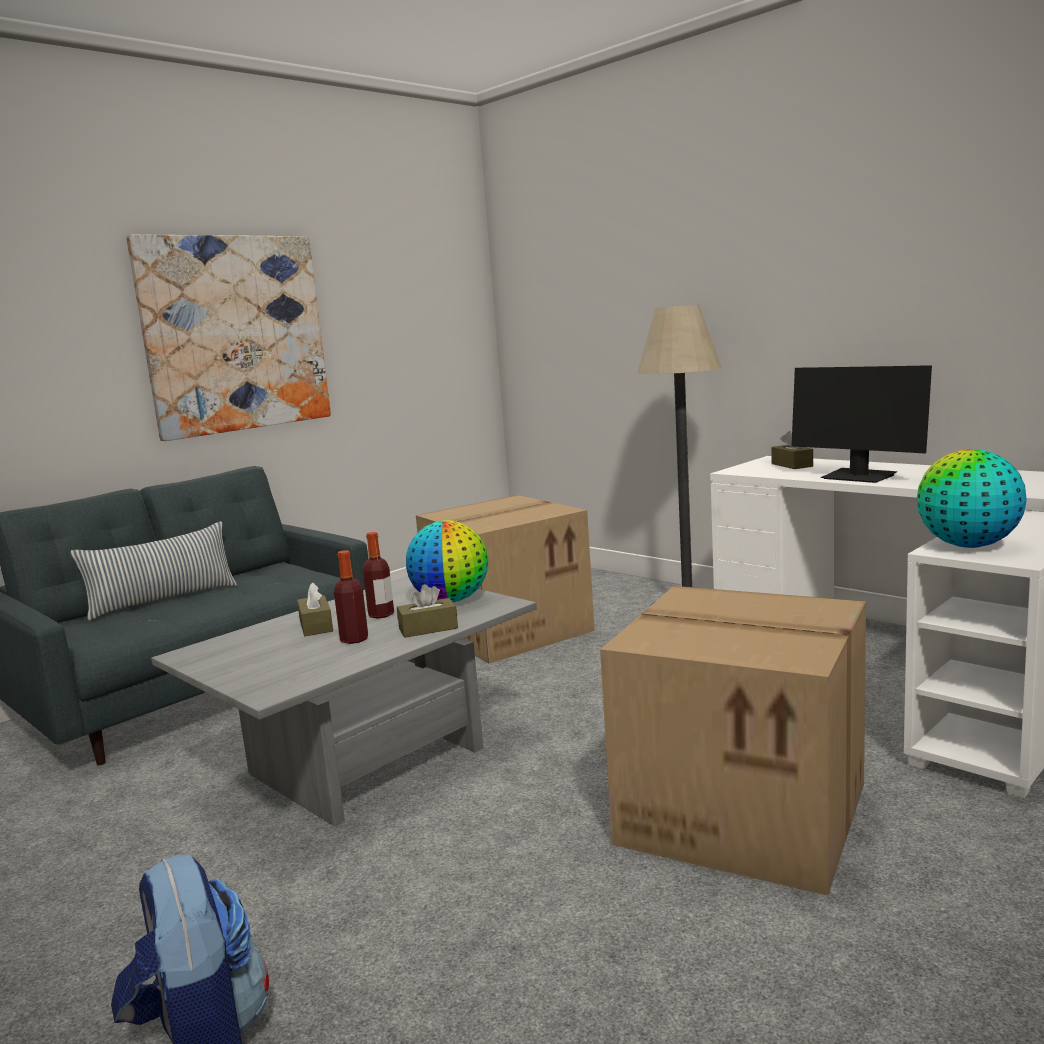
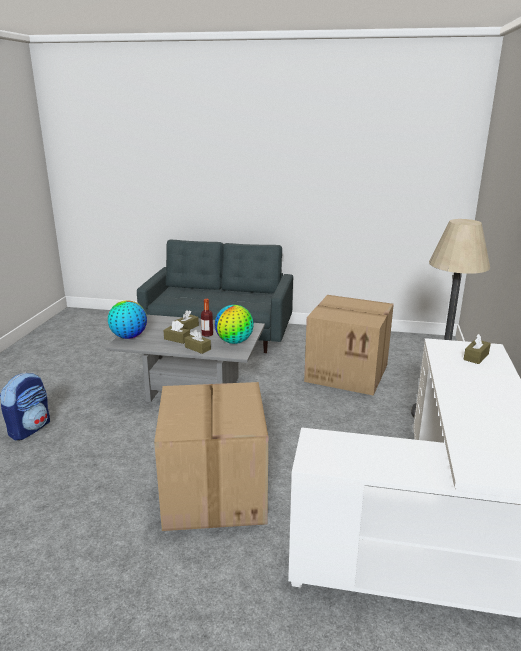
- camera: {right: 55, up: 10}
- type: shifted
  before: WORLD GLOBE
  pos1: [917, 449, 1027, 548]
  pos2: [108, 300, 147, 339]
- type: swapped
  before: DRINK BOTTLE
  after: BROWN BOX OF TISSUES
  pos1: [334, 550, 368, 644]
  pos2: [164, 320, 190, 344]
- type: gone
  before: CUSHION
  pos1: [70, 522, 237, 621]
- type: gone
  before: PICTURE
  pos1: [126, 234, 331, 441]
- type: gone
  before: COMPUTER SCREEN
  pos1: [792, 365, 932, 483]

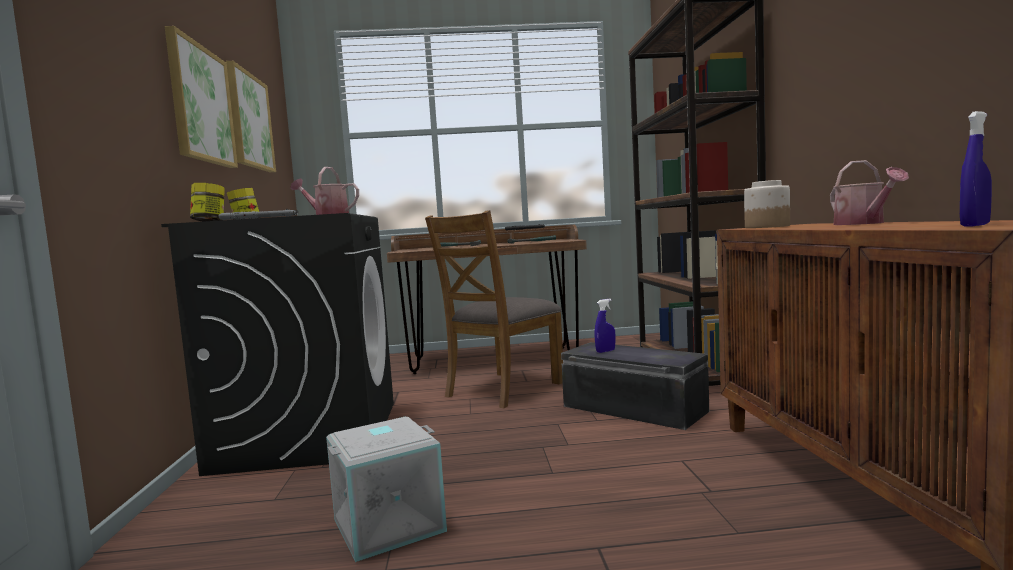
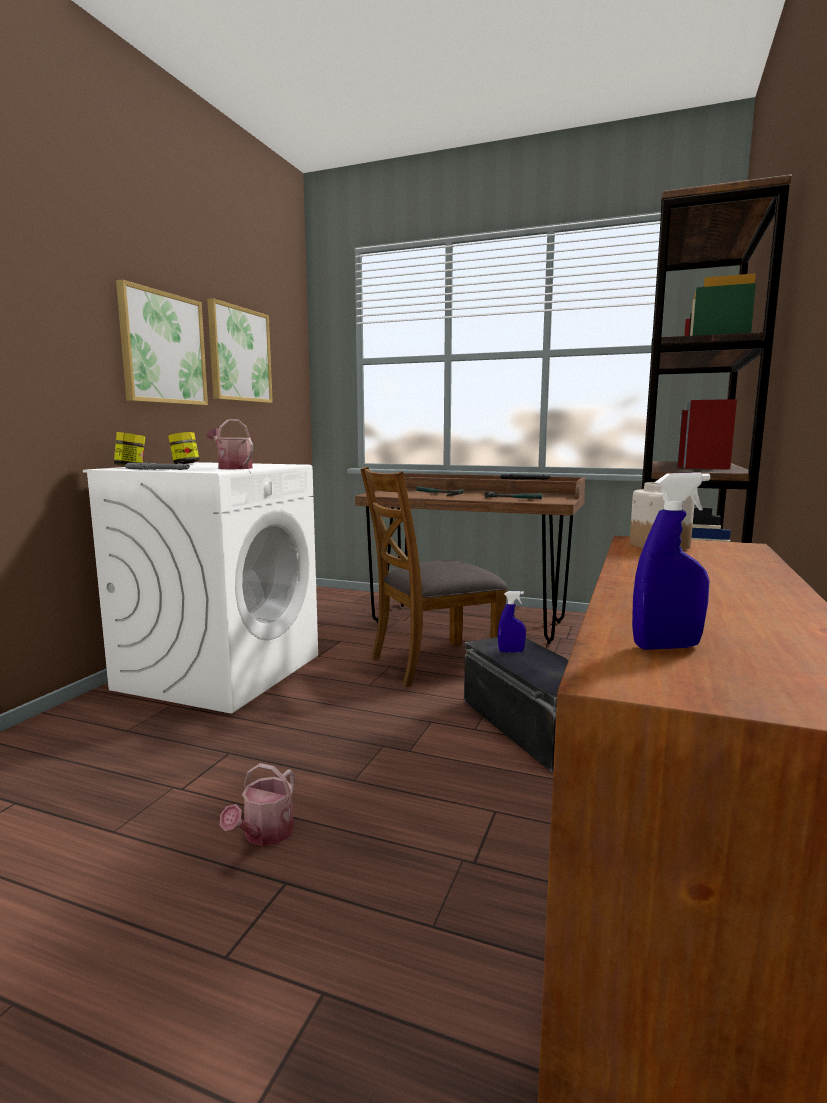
- camera: {right: 25, up: 5}
- type: repainted
  before: BLACKISH LAUNDRY APPLIANCE
  after: WHITE LAUNDRY APPLIANCE
  pos1: [161, 213, 394, 476]
  pos2: [83, 462, 318, 713]
- type: shifted
  before: SPRINKLING CAN
  pos1: [830, 160, 909, 225]
  pos2: [220, 763, 295, 846]
- type: gone
  before: GREY STORAGE CONTAINER
  pos1: [326, 416, 447, 562]

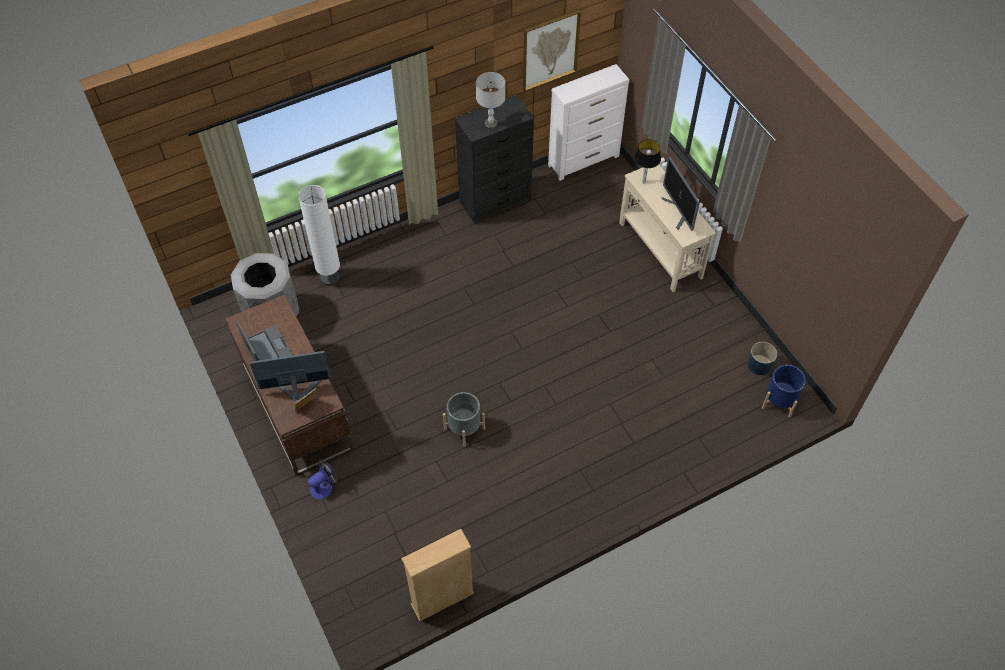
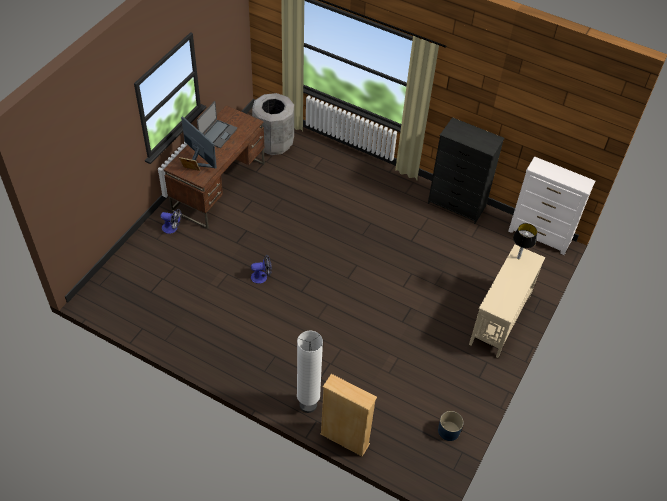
- camera: {right: 55, up: -5}
- type: swapped
  before: GREY PLANT POT
  after: COOLING FAN
  pos1: [443, 392, 485, 447]
  pos2: [251, 255, 272, 284]
- type: shifted
  before: WHITE STANDING LAMP
  pos1: [298, 185, 340, 286]
  pos2: [297, 331, 323, 413]
- type: shifted
  before: BEIGE SHELVING UNIT
  pos1: [401, 529, 474, 622]
  pos2: [320, 374, 377, 457]
- type: gone
  before: GREY TABLETOP LAMP
  pos1: [476, 72, 505, 129]
- type: gone
  before: PICTURE
  pos1: [523, 10, 581, 91]
- type: gone
  before: COMPUTER SCREEN
  pos1: [662, 157, 700, 231]
- type: gone
  before: BLUISH PLANT POT
  pos1: [762, 365, 806, 418]

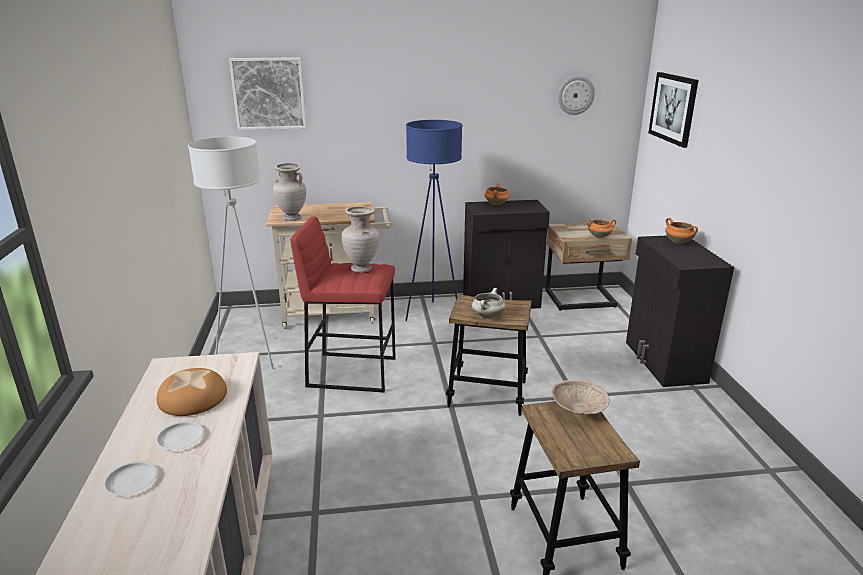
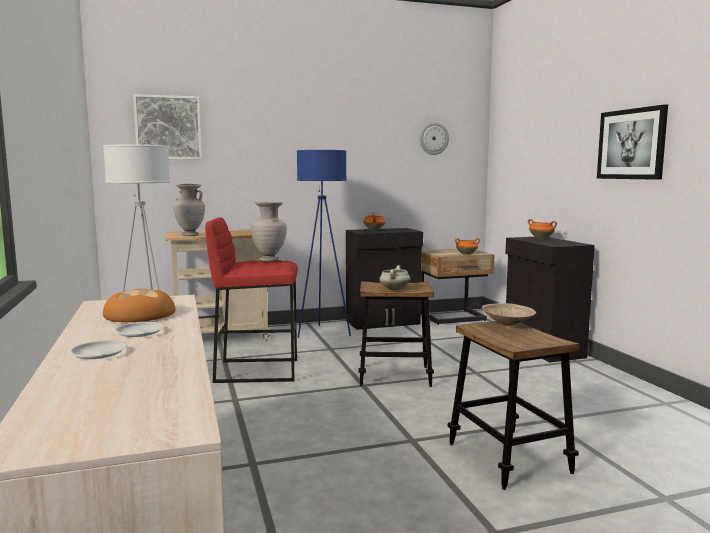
- camera: {right: -10, up: -15}
- type: shifted
  before: PICTURE
  pos1: [648, 72, 699, 148]
  pos2: [597, 104, 668, 180]

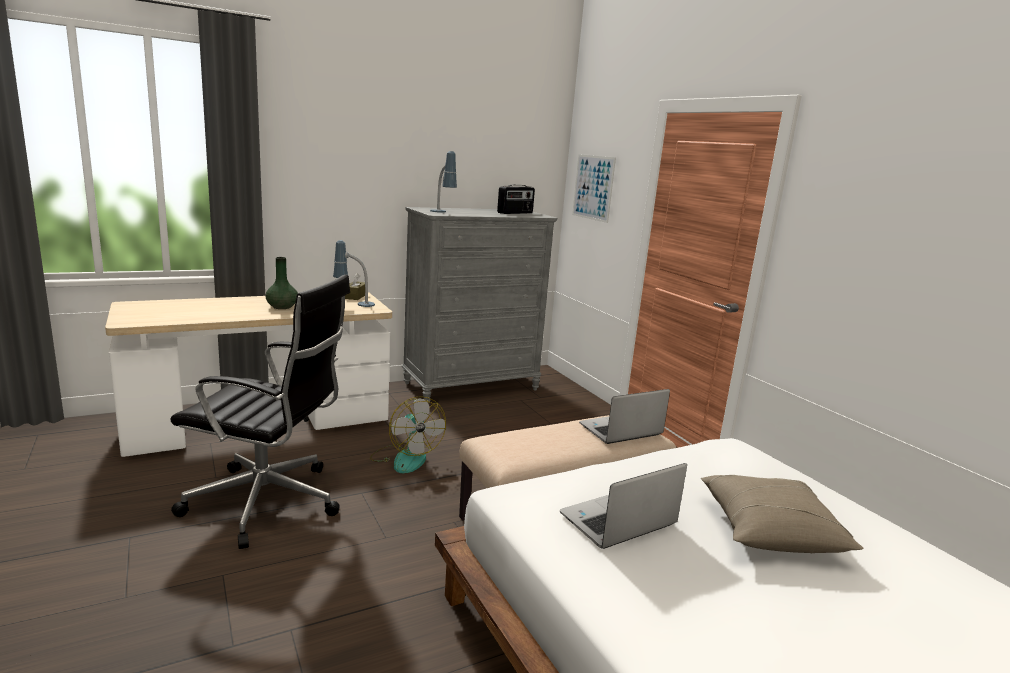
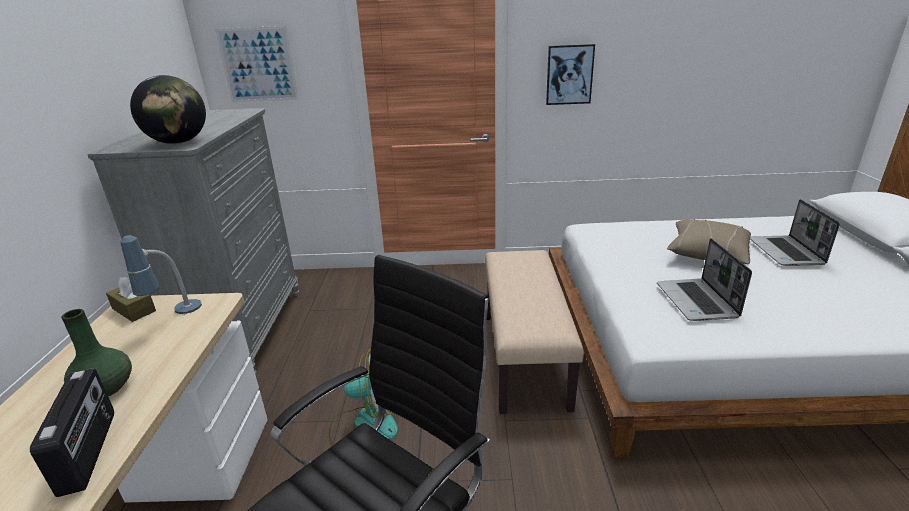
- camera: {right: -60, up: 10}
- type: shifted
  before: RADIO RECEIVER
  pos1: [497, 185, 535, 214]
  pos2: [30, 368, 114, 497]
- type: swapped
  before: TABLETOP LAMP
  after: WORLD GLOBE
  pos1: [430, 151, 457, 213]
  pos2: [130, 75, 206, 144]
- type: new
  after: PICTURE
  pos2: [546, 44, 595, 105]
- type: shifted
  before: NOTEBOOK COMPUTER
  pos1: [579, 389, 670, 444]
  pos2: [750, 199, 840, 266]

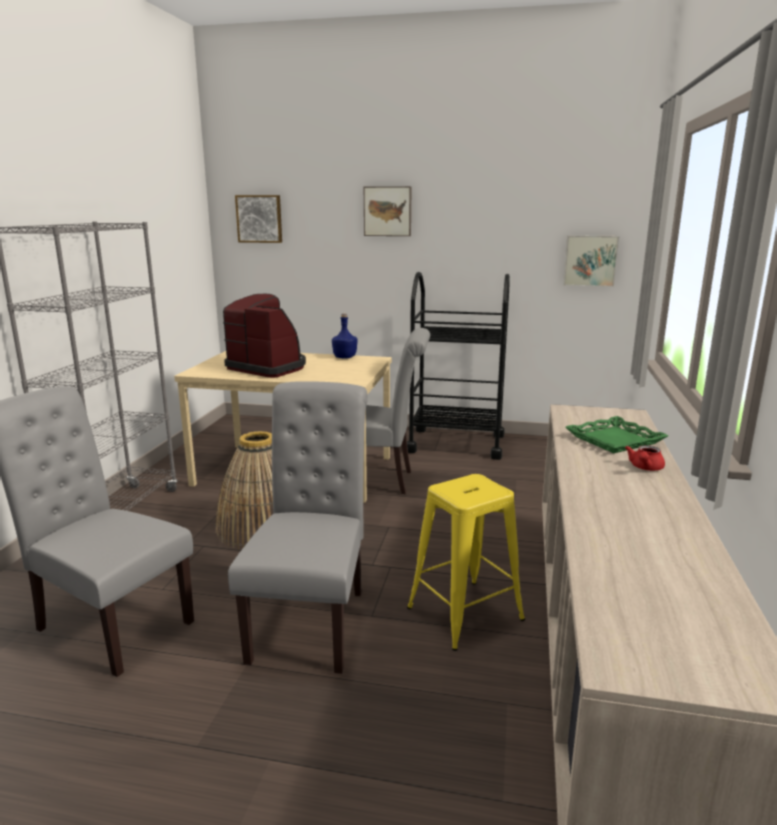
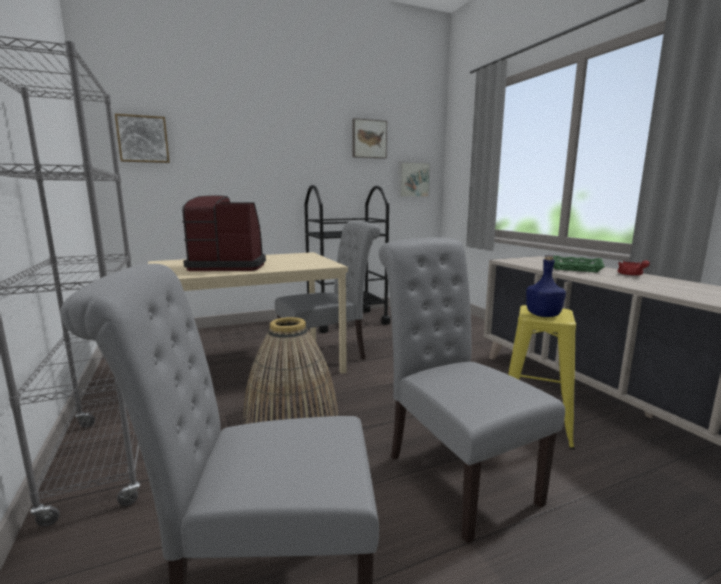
- camera: {right: -35, up: -5}
- type: shifted
  before: PICTURE
  pos1: [364, 186, 412, 236]
  pos2: [352, 118, 387, 159]
- type: shifted
  before: BLUISH DRINK BOTTLE
  pos1: [332, 313, 358, 359]
  pos2: [526, 255, 566, 317]

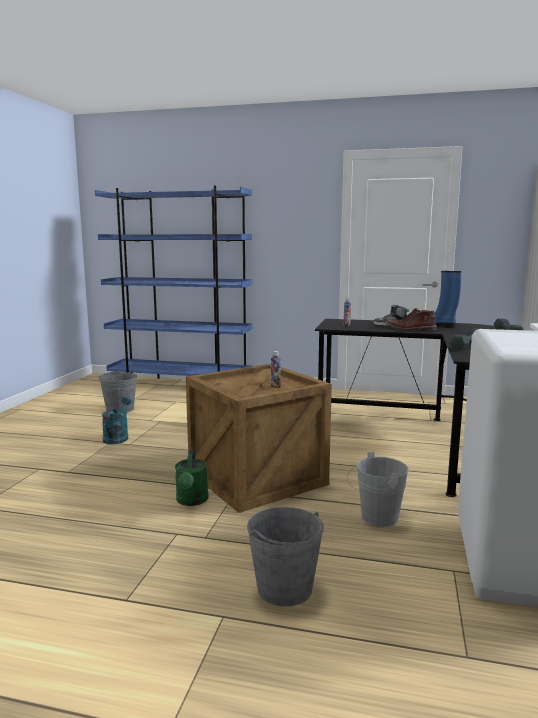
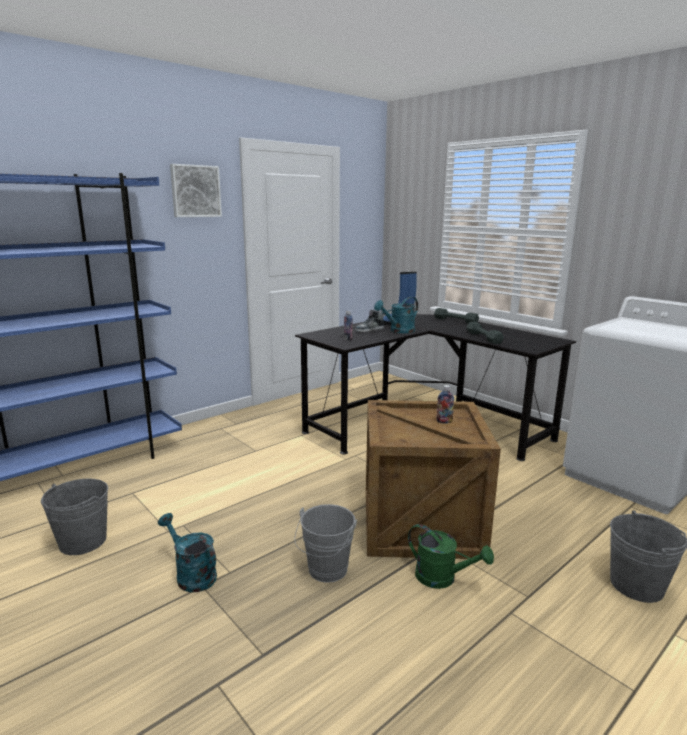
- camera: {right: -55, up: 5}
- type: new
  after: PICTURE
  pos2: [170, 164, 222, 217]
- type: shifted
  before: GREY BUCKET
  pos1: [347, 452, 409, 527]
  pos2: [294, 504, 357, 583]
- type: swapped
  before: BROWN BOOT
  after: TURQUOISE SPRINKLING CAN
  pos1: [385, 308, 437, 331]
  pos2: [374, 297, 418, 333]

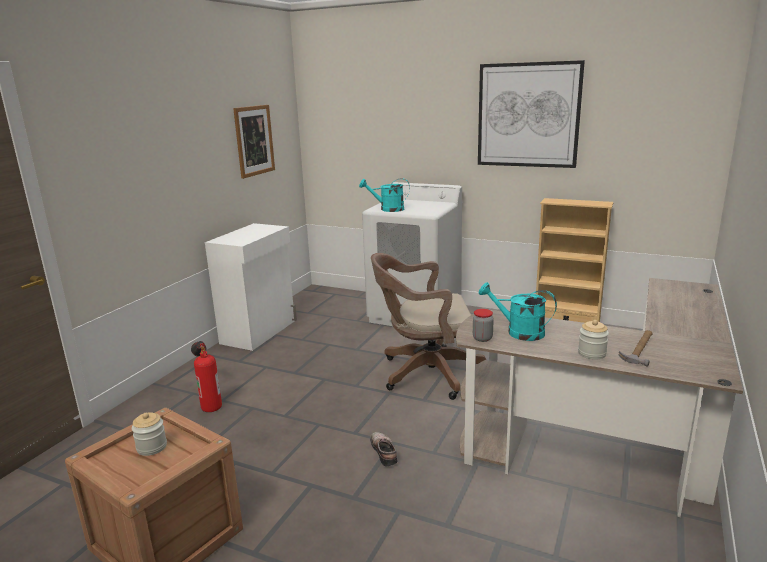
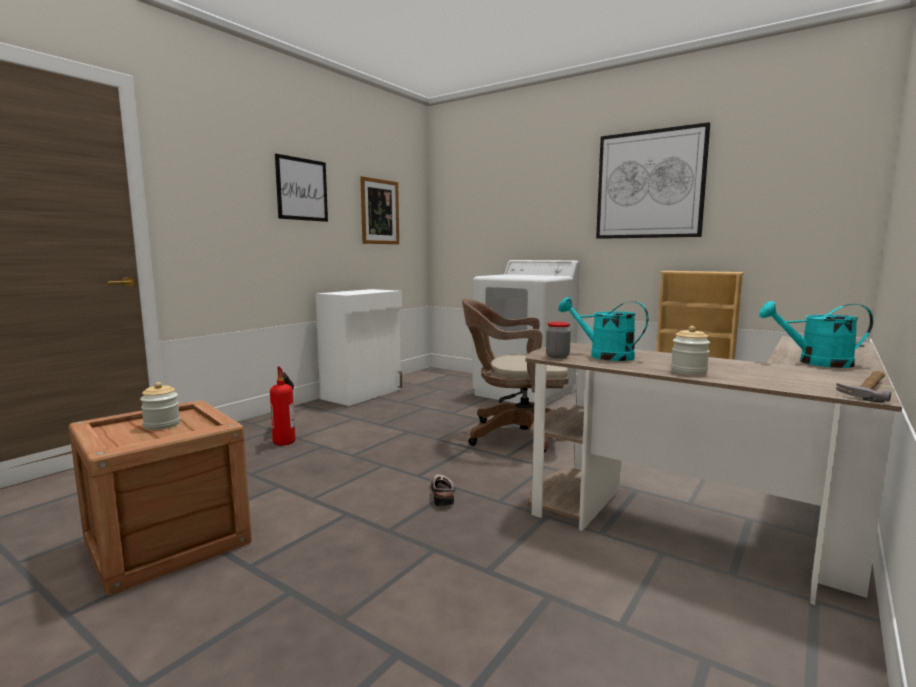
- camera: {right: 10, up: -10}
- type: new
  after: PICTURE
  pos2: [275, 154, 328, 222]
- type: shifted
  before: TURQUOISE SPRINKLING CAN
  pos1: [359, 178, 410, 212]
  pos2: [759, 301, 873, 368]
- type: shifted
  before: HAMMER
  pos1: [619, 330, 653, 366]
  pos2: [836, 371, 891, 402]

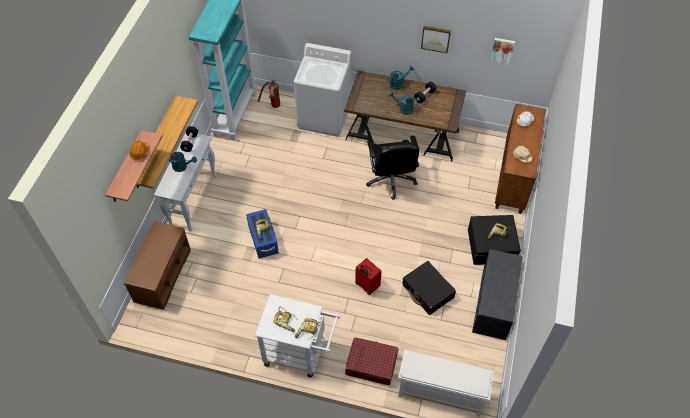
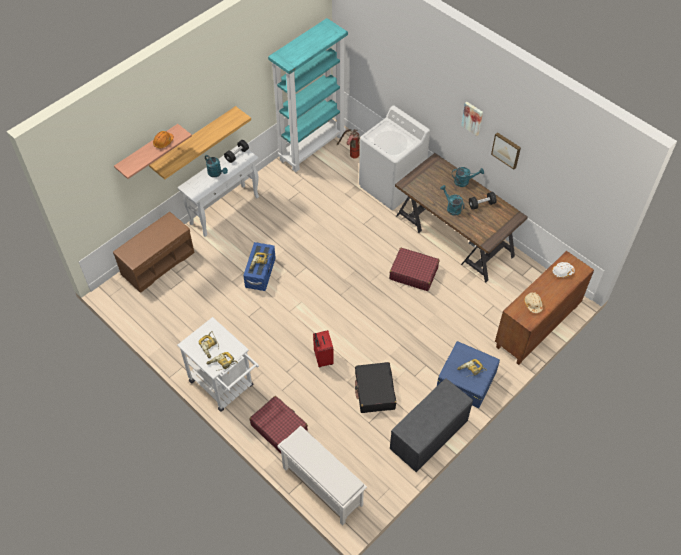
- camera: {right: 30, up: 0}
- type: swapped
  before: BLACKISH DESK CHAIR
  after: RED-COLOURED TRAVEL CASE
  pos1: [366, 136, 419, 200]
  pos2: [389, 248, 440, 291]
- type: repainted
  before: BLACKISH STORAGE CONTAINER
  after: BLUISH STORAGE CONTAINER
  pos1: [468, 215, 521, 265]
  pos2: [437, 341, 500, 408]
- type: shifted
  before: PICTURE
  pos1: [490, 38, 515, 65]
  pos2: [461, 102, 483, 136]

